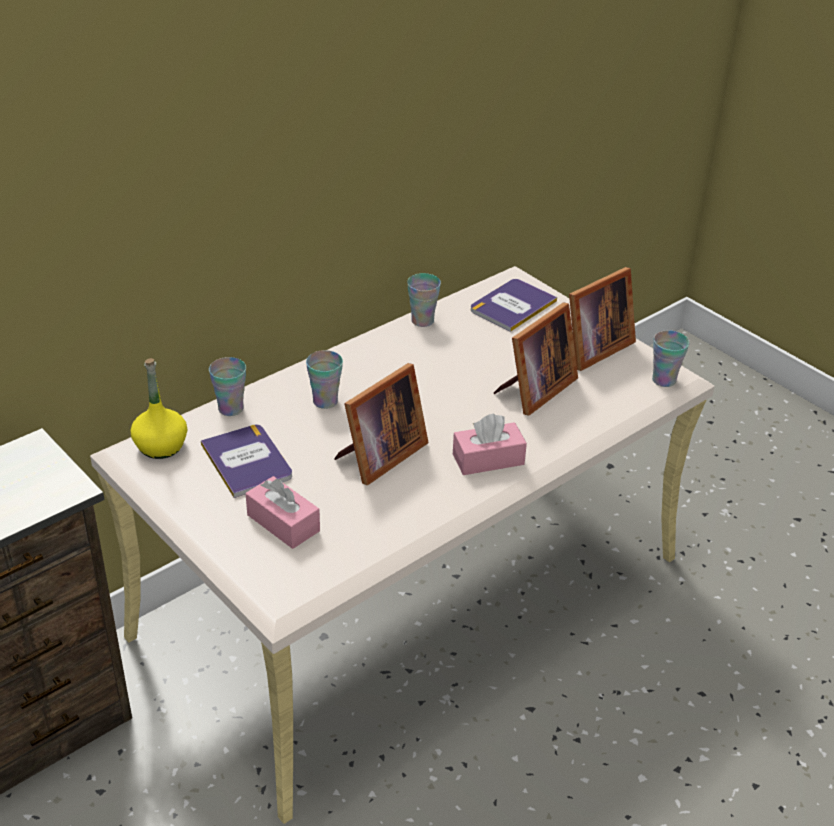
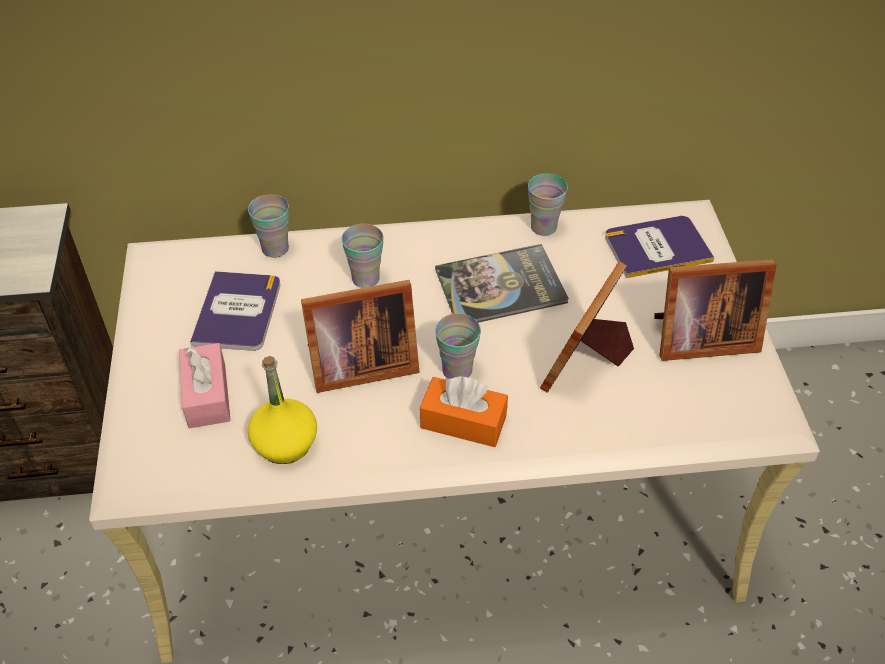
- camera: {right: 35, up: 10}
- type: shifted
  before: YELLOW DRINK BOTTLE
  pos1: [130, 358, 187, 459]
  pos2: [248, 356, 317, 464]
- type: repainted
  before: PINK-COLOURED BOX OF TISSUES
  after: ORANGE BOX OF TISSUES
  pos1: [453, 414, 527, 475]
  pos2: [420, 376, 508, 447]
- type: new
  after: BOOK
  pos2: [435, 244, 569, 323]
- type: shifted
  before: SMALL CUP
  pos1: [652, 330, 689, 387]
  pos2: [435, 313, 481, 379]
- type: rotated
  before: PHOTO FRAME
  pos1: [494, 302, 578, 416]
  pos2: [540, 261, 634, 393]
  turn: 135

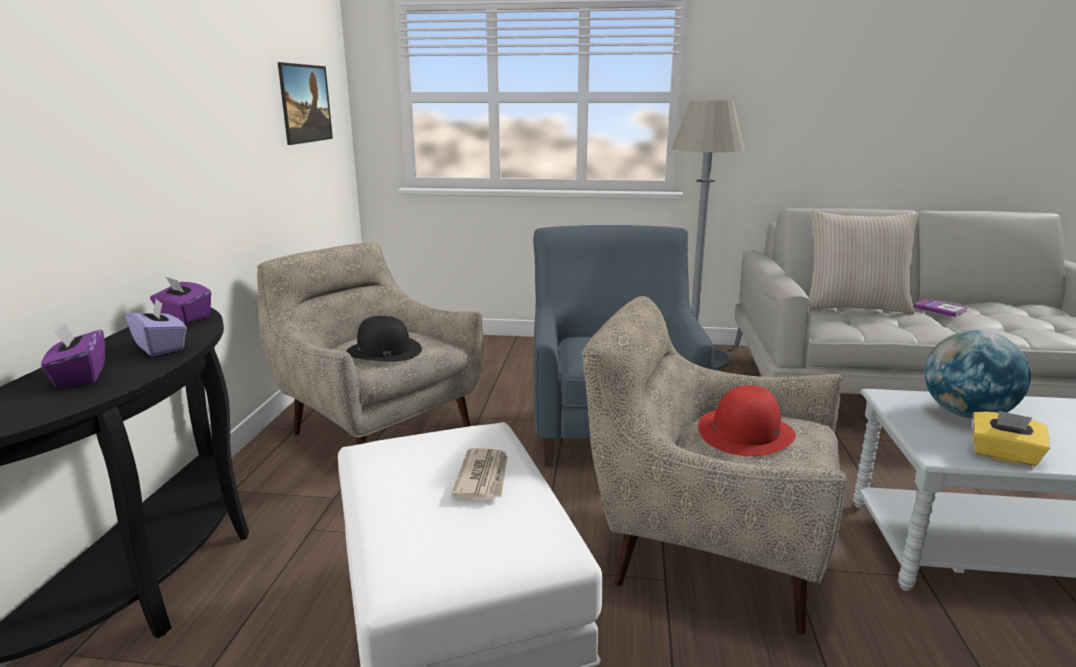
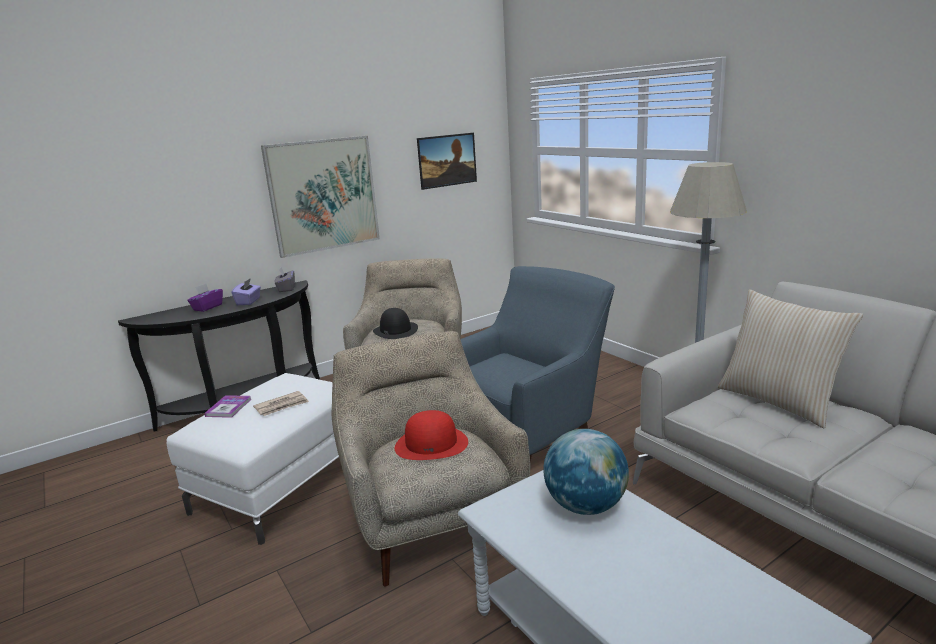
- camera: {right: 50, up: 0}
- type: shifted
  before: BOOK
  pos1: [913, 299, 968, 317]
  pos2: [204, 395, 252, 418]
- type: new
  after: PICTURE
  pos2: [261, 136, 380, 258]
- type: repainted
  before: PURPLISH BOX OF TISSUES
  after: GREY BOX OF TISSUES
  pos1: [150, 276, 211, 323]
  pos2: [274, 268, 295, 292]
- type: gone
  before: YELLOW BOX OF TISSUES
  pos1: [972, 411, 1050, 467]

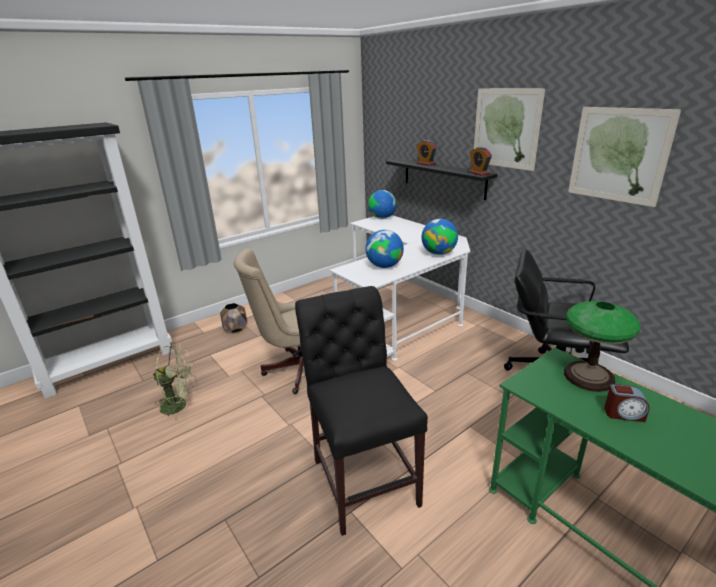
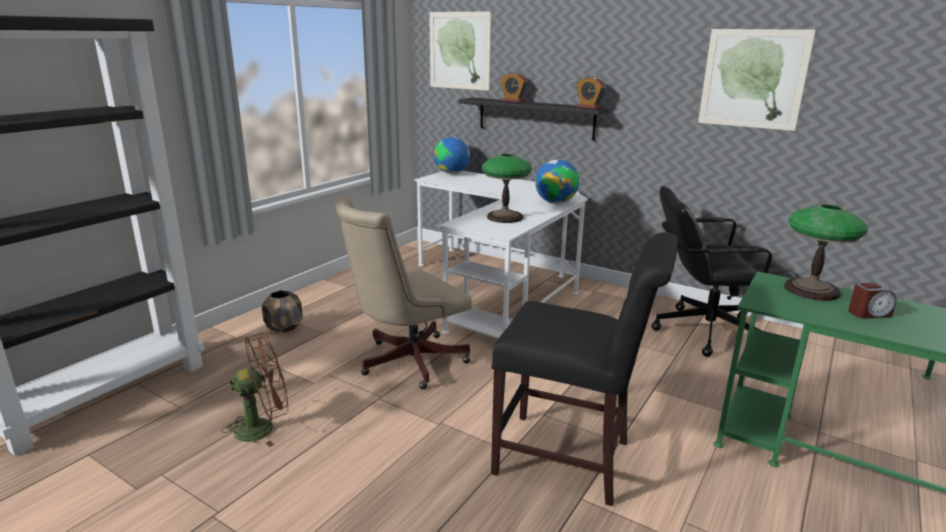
- camera: {right: -20, up: -5}
- type: repainted
  before: GREENISH COOLING FAN
  after: BROWN COOLING FAN
  pos1: [153, 344, 196, 421]
  pos2: [221, 333, 288, 447]
- type: shifted
  before: PICTURE
  pos1: [474, 88, 545, 171]
  pos2: [429, 11, 491, 91]
- type: swapped
  before: WORLD GLOBE
  after: TABLETOP LAMP
  pos1: [365, 230, 404, 268]
  pos2: [482, 154, 532, 223]
- type: rotated
  before: BLACKISH UPRIGHT CHAIR
  pos1: [295, 286, 428, 536]
  pos2: [491, 232, 678, 506]
  turn: 150

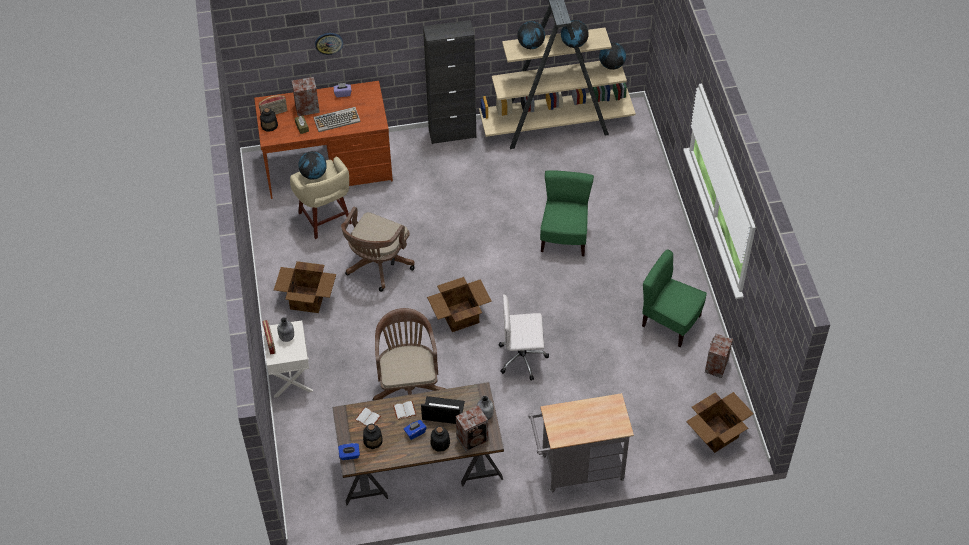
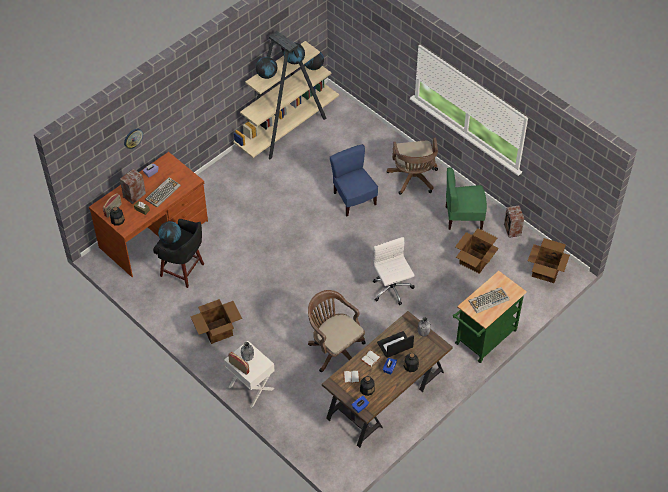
- camera: {right: -35, up: 0}
- type: repainted
  before: BEIGE STOOL
  after: BLACKISH STOOL
  pos1: [290, 157, 352, 239]
  pos2: [153, 219, 204, 288]
- type: repainted
  before: GREENISH UPRIGHT CHAIR
  after: BLUISH UPRIGHT CHAIR
  pos1: [540, 170, 594, 256]
  pos2: [330, 144, 378, 216]
- type: rotated
  before: WHITE DESK CHAIR
  pos1: [499, 294, 549, 381]
  pos2: [373, 237, 415, 305]
  turn: 105
- type: shifted
  before: BROWN DESK CHAIR
  pos1: [341, 207, 415, 292]
  pos2: [387, 138, 438, 195]
- type: repainted
  before: GREY CART
  after: GREENISH CART
  pos1: [528, 393, 634, 493]
  pos2: [453, 271, 527, 363]
- type: shifted
  before: CARTON
  pos1: [427, 277, 492, 332]
  pos2: [455, 228, 499, 274]
- type: new
  after: COMPUTER KEYBOARD
  pos2: [469, 287, 510, 313]
- type: gone
  before: BLACKISH CUPBOARD
  pos1: [423, 20, 476, 144]
- type: gone
  before: AUDIO SPEAKER
  pos1: [456, 405, 488, 452]

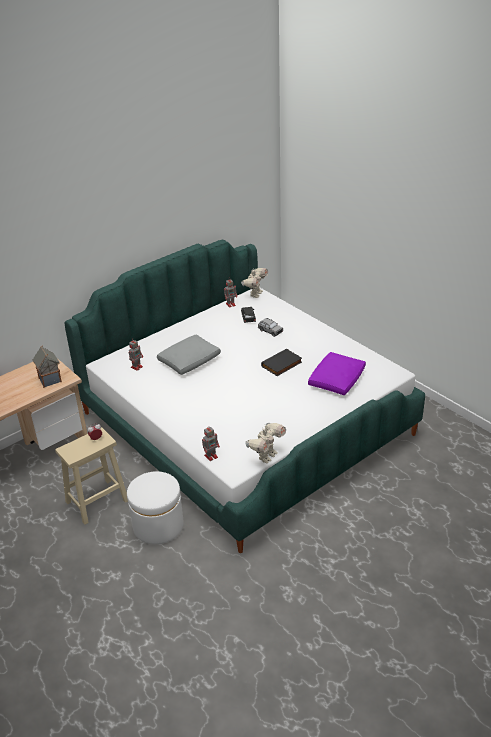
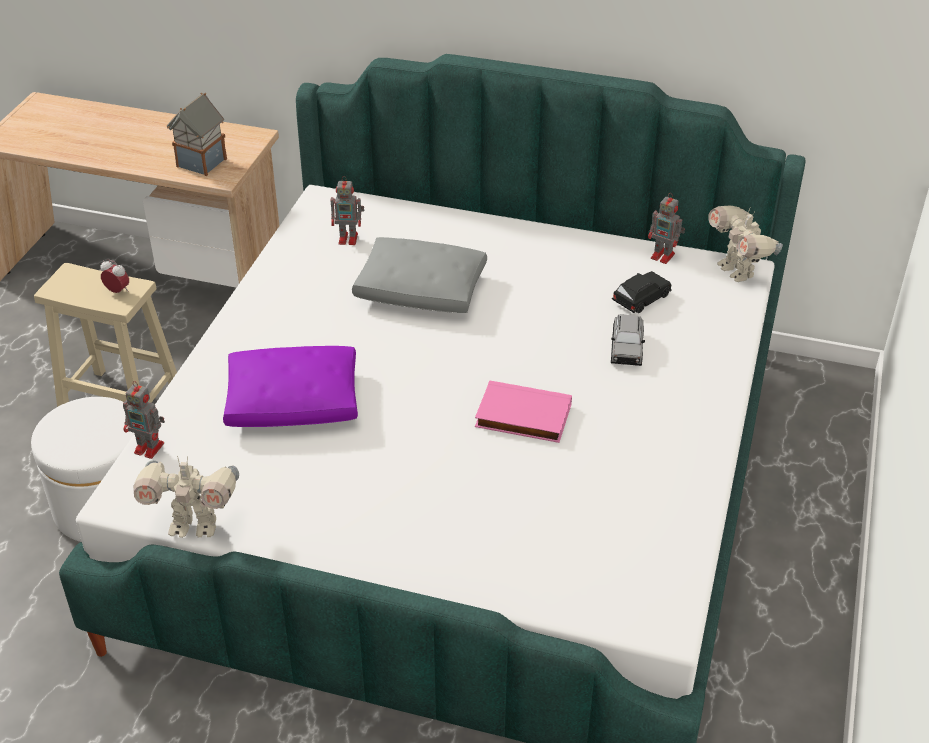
- camera: {right: 55, up: 5}
- type: shifted
  before: PURPLISH CUSHION
  pos1: [308, 352, 366, 395]
  pos2: [223, 346, 358, 427]
- type: repainted
  before: BLACKISH BOOK
  after: PINK-COLOURED BOOK
  pos1: [261, 349, 302, 376]
  pos2: [475, 380, 572, 443]
- type: rotated
  before: TOY ROBOT
  pos1: [241, 268, 268, 298]
  pos2: [708, 206, 783, 282]
  turn: 75

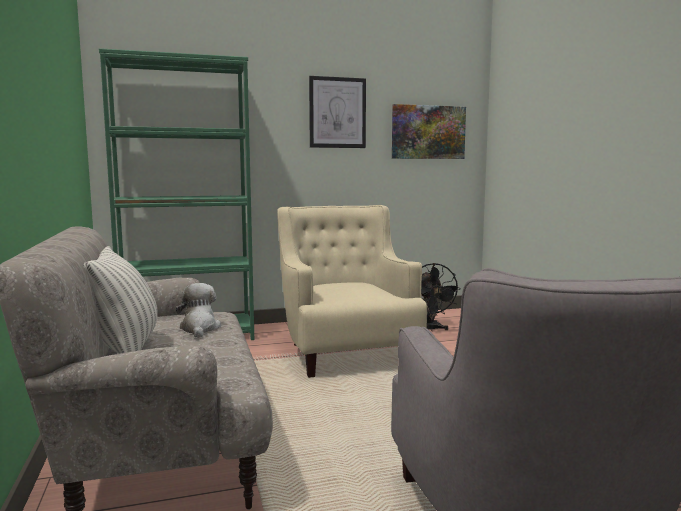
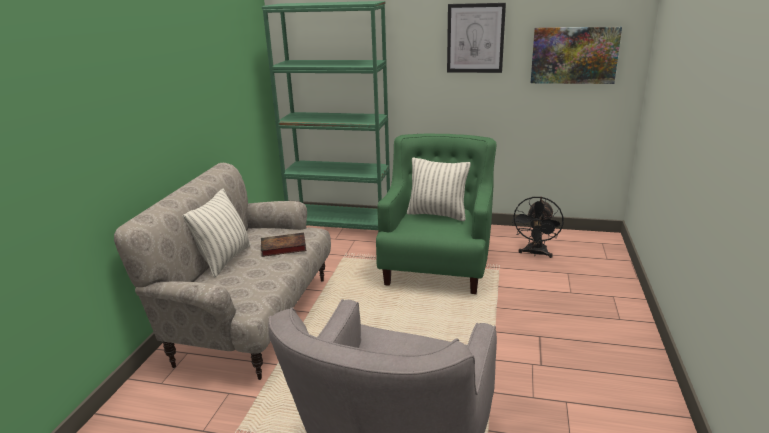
- camera: {right: 30, up: 15}
- type: swapped
  before: CUDDLY TOY
  after: BOOK
  pos1: [176, 283, 221, 338]
  pos2: [261, 233, 306, 257]
- type: repainted
  before: BEIGE EASY CHAIR
  after: GREENISH EASY CHAIR
  pos1: [277, 205, 427, 378]
  pos2: [376, 134, 496, 294]
- type: new
  after: CUSHION
  pos2: [407, 157, 471, 221]

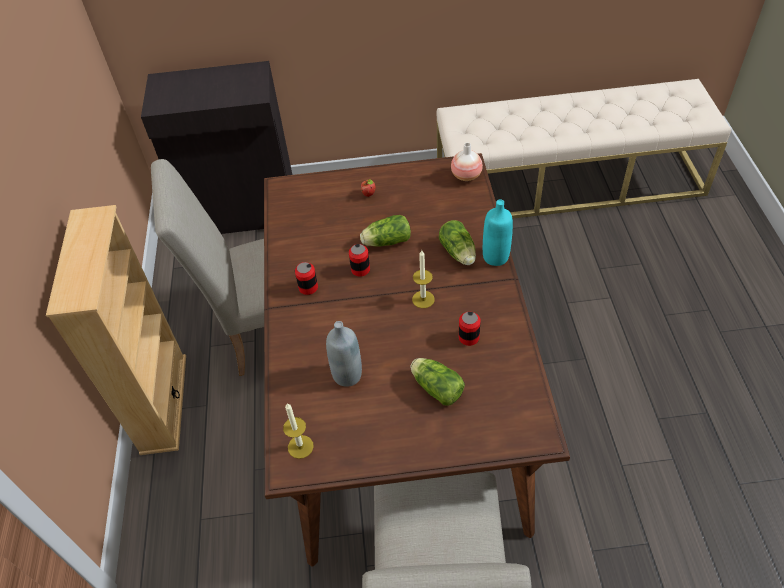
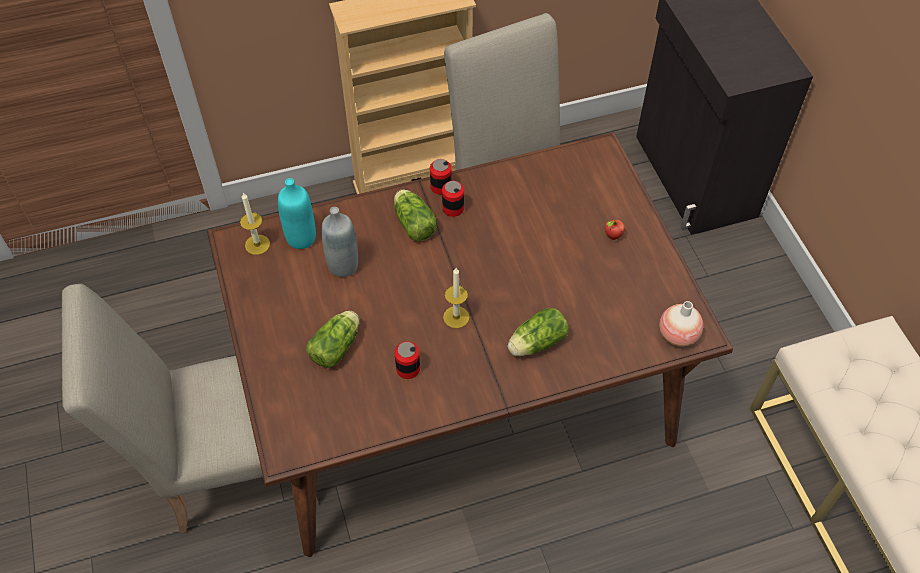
- camera: {right: 75, up: 5}
- type: shifted
  before: TURQUOISE DRINK BOTTLE
  pos1: [483, 200, 513, 266]
  pos2: [278, 178, 316, 249]
- type: shifted
  before: LETTUCE HEAD
  pos1: [360, 215, 411, 247]
  pos2: [394, 189, 437, 241]
- type: shifted
  before: SEALED CAN
  pos1: [349, 244, 370, 277]
  pos2: [430, 159, 452, 195]

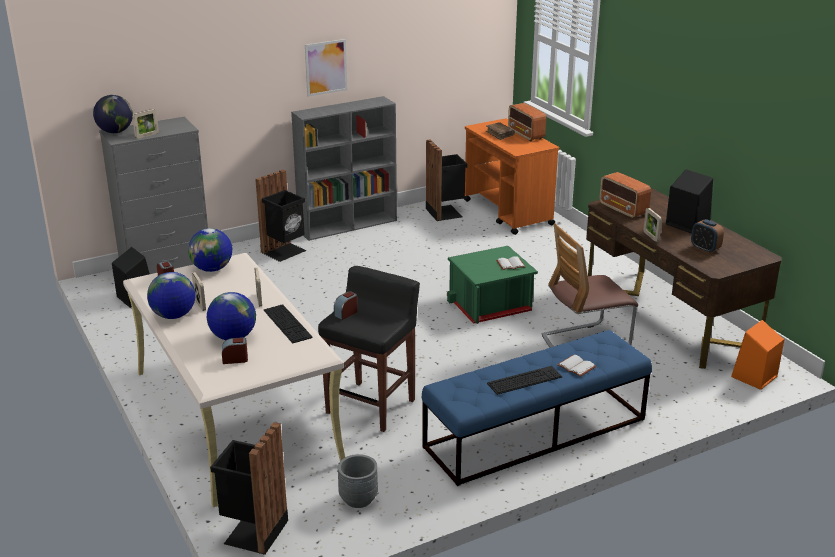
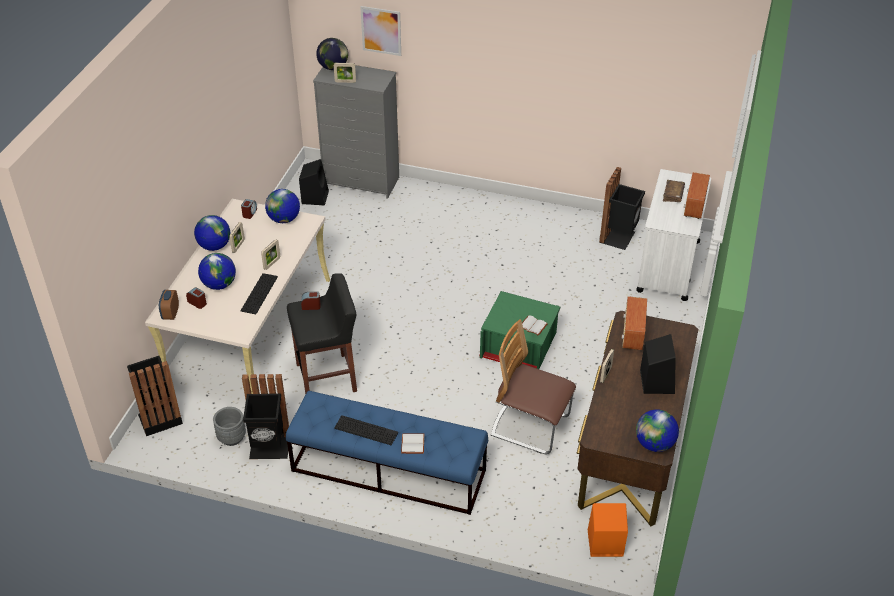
- camera: {right: 45, up: 15}
- type: shifted
  before: BEDSIDE CLOCK
  pos1: [691, 219, 724, 253]
  pos2: [159, 290, 179, 320]
- type: shifted
  before: BLACKISH WASTE BIN
  pos1: [255, 169, 306, 262]
  pos2: [242, 374, 289, 459]
- type: shifted
  before: PICTURE
  pos1: [305, 39, 347, 97]
  pos2: [360, 6, 401, 56]
- type: new
  after: WORLD GLOBE
  pos2: [636, 409, 679, 452]
- type: repainted
  before: ORANGE CART
  after: WHITE CART
  pos1: [464, 118, 559, 235]
  pos2: [637, 169, 711, 301]
- type: gone
  before: GREY SHELVING UNIT
  pos1: [291, 96, 397, 241]

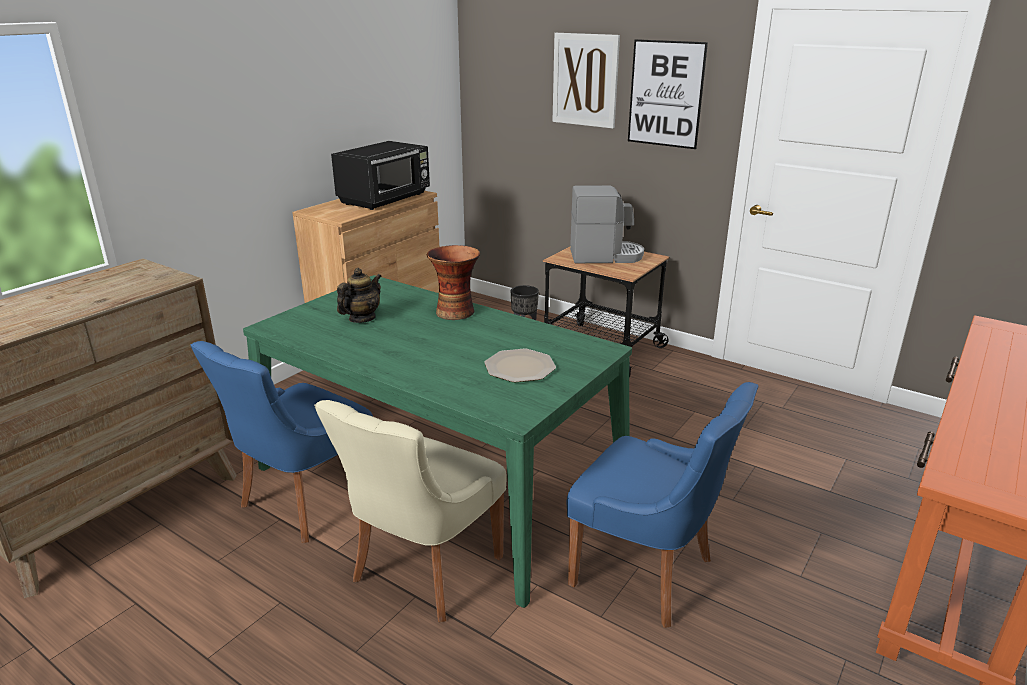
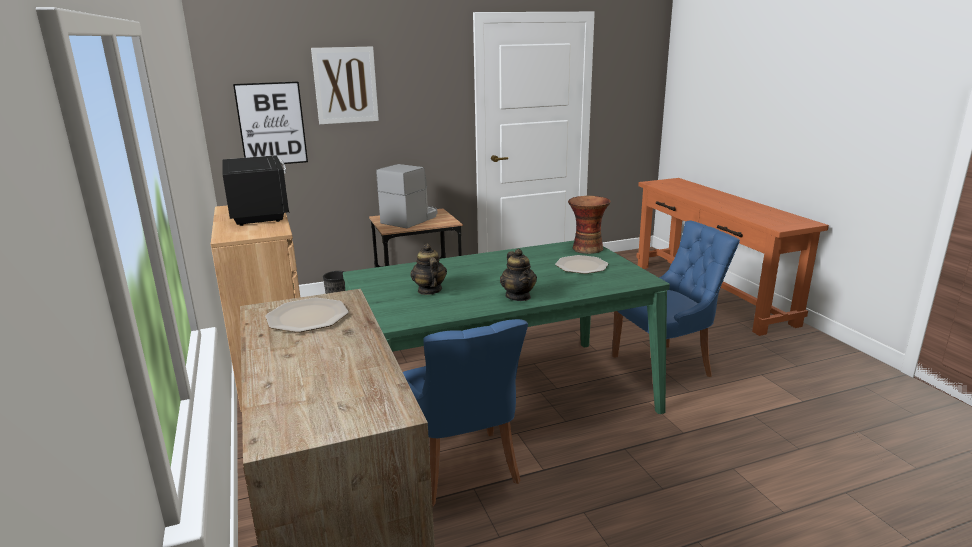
- camera: {right: -55, up: -5}
- type: shifted
  before: PICTURE
  pos1: [628, 39, 708, 149]
  pos2: [233, 82, 308, 164]
- type: new
  after: PLATE
  pos2: [265, 298, 349, 333]
- type: new
  after: POT FOR TEA
  pos2: [500, 249, 537, 301]
- type: shifted
  before: FLOWER VASE
  pos1: [427, 245, 480, 320]
  pos2: [568, 196, 611, 254]
- type: gone
  before: BEIGE UPRIGHT CHAIR
  pos1: [314, 400, 507, 622]

